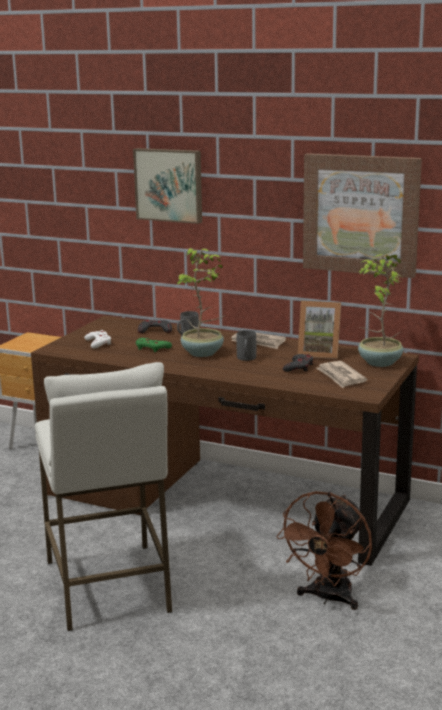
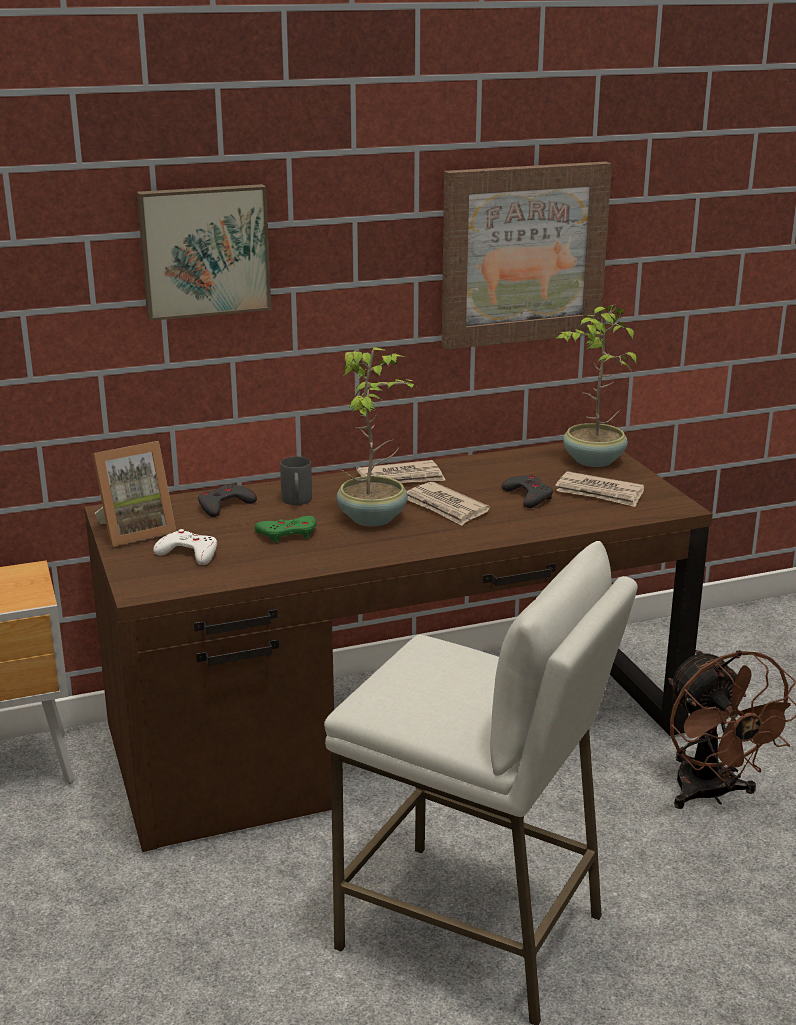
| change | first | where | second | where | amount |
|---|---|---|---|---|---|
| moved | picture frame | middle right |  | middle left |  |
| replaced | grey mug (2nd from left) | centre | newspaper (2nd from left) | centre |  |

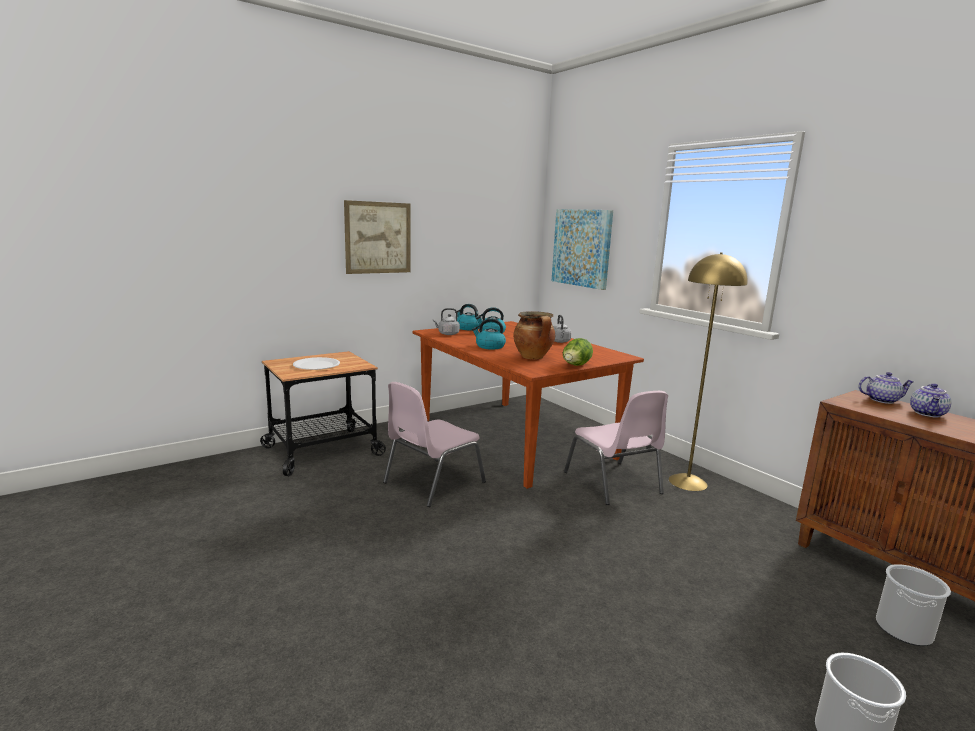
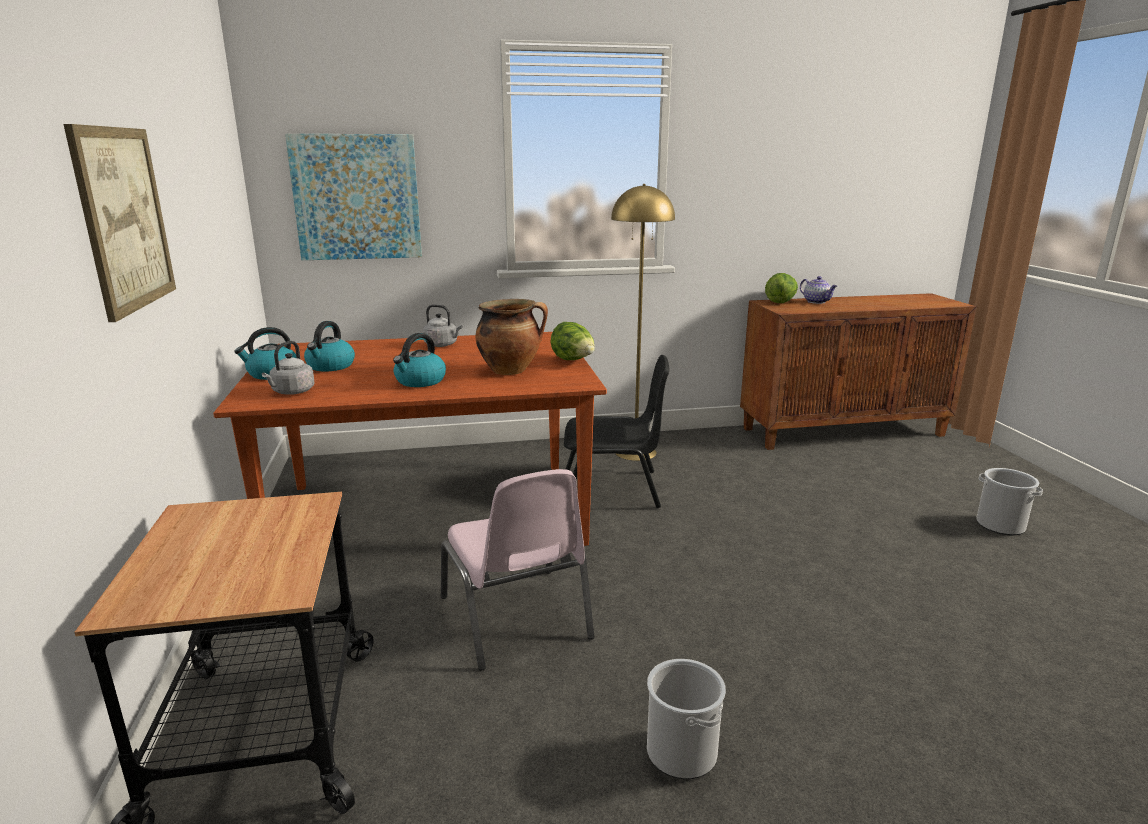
| change | first | where | second | where | amount |
|---|---|---|---|---|---|
| removed | white plate | middle left |  |  |  |
| replaced | teapot (1st from left) | middle right | lettuce (2nd from left) | middle right |  |
| recoloured | pink chair (2nd from left) | centre | black chair | centre |  |
| moved | bucket (2nd from left in the first image) | bottom right | bucket (1st from left) | bottom centre |  |

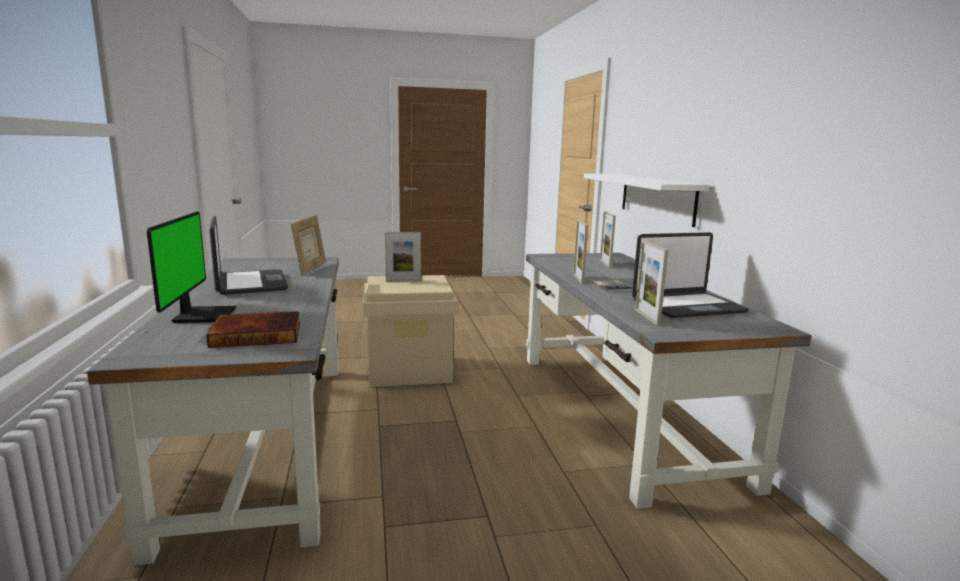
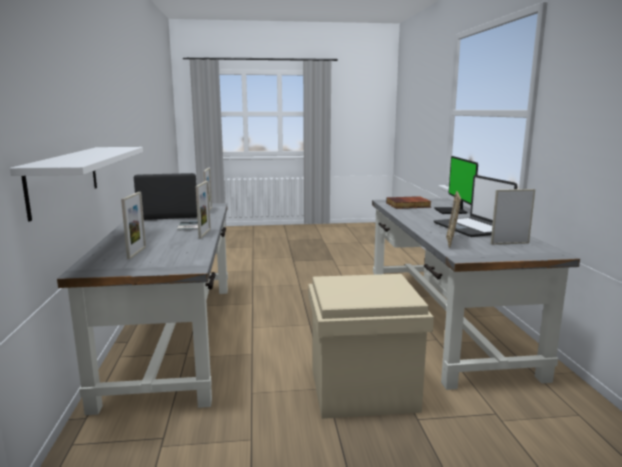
| change | first | where | second | where | amount |
|---|---|---|---|---|---|
| moved | picture frame (2nd from left in the first image) | centre | picture frame (5th from left) | middle right |  |

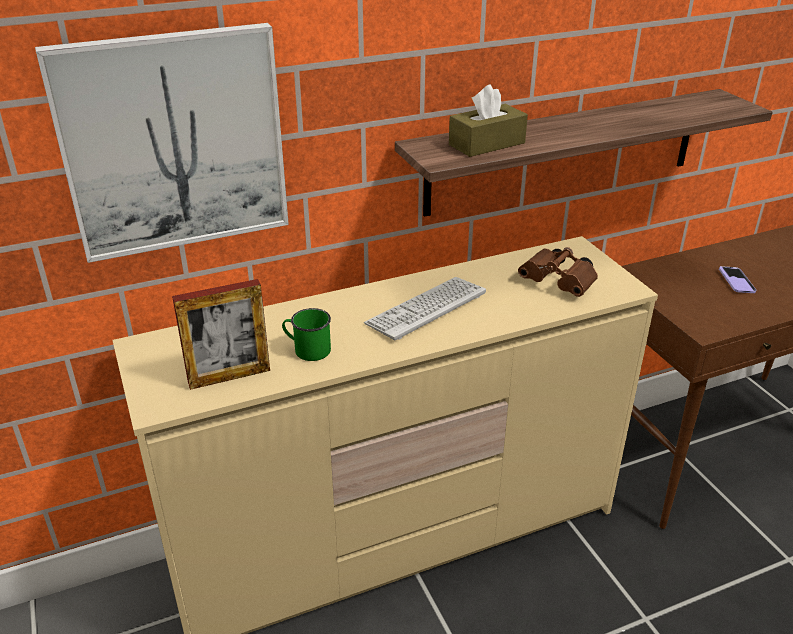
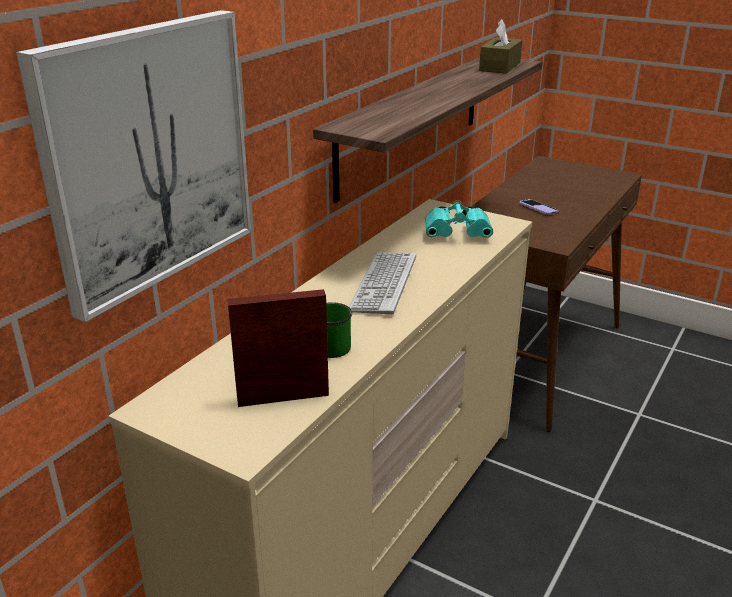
| change | first | where | second | where | amount |
|---|---|---|---|---|---|
| moved | brown tissue box | top centre |  | top right |  |
| recoloured | brown binoculars | middle right | turquoise binoculars | centre |  |
| turned | picture frame | middle left |  | centre | 135 degrees counterclockwise |

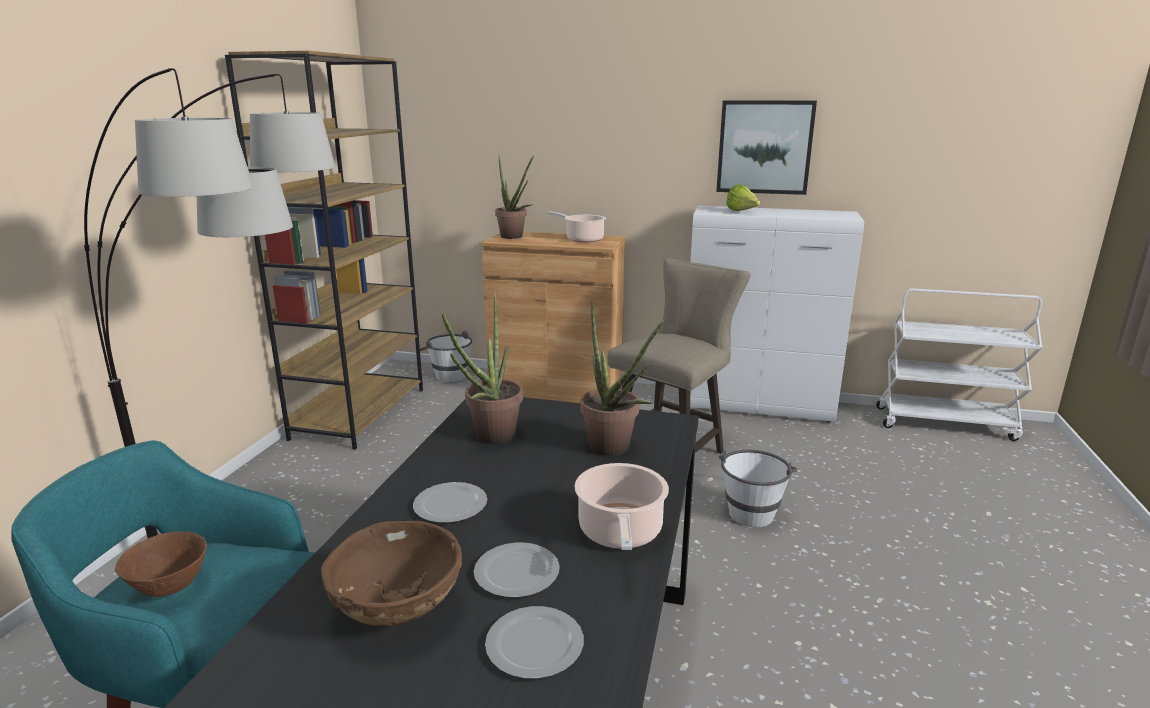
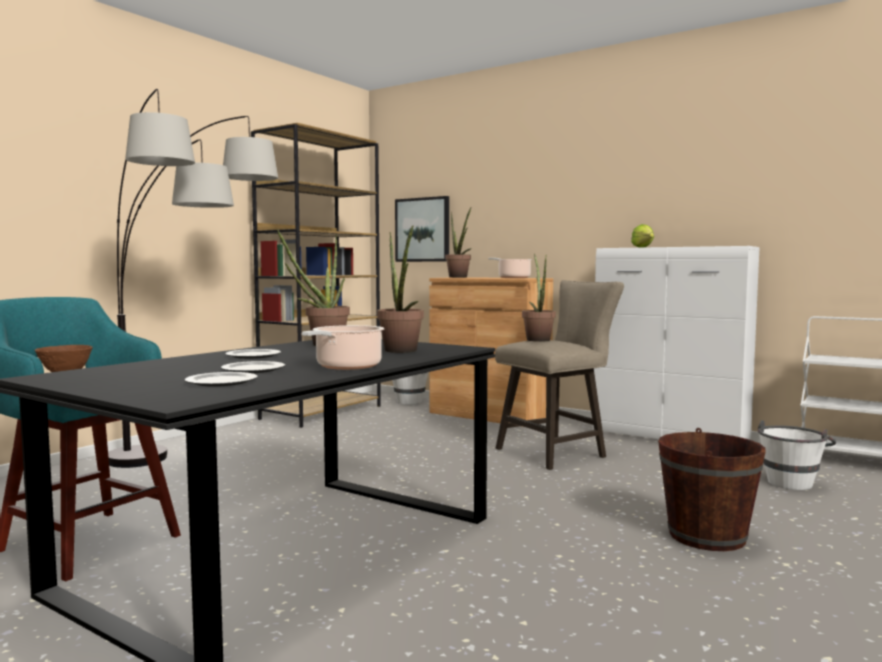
| change | first | where | second | where | amount |
|---|---|---|---|---|---|
| moved | picture | top centre |  | centre |  |
| moved | white bucket (2nd from left) | bottom centre |  | bottom right |  |
| removed | brown bowl (2nd from left) | bottom centre |  |  |  |
| added |  |  | potted plant (4th from left) | centre |  |
| added |  |  | brown bucket | bottom right |  |

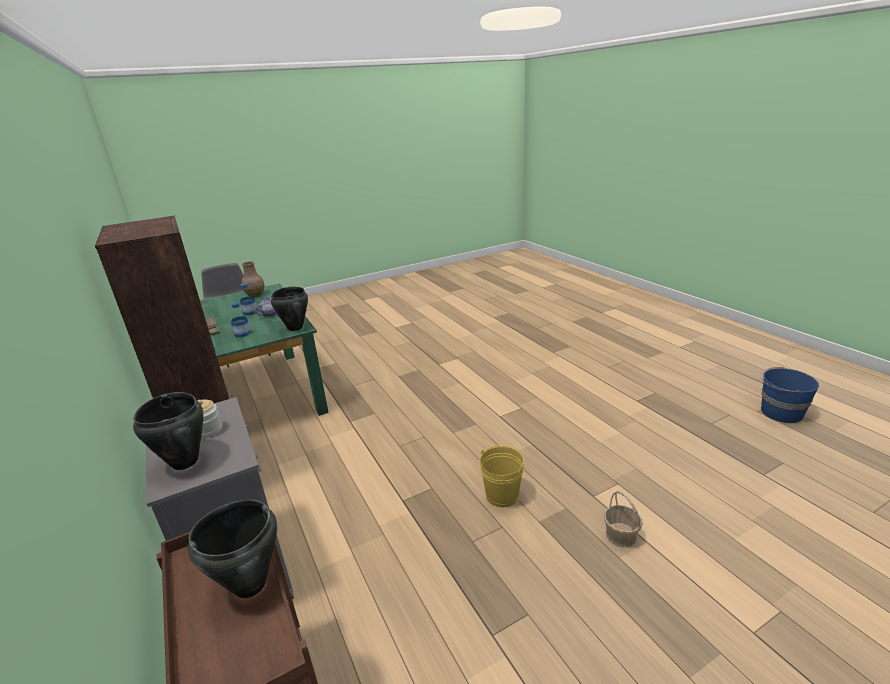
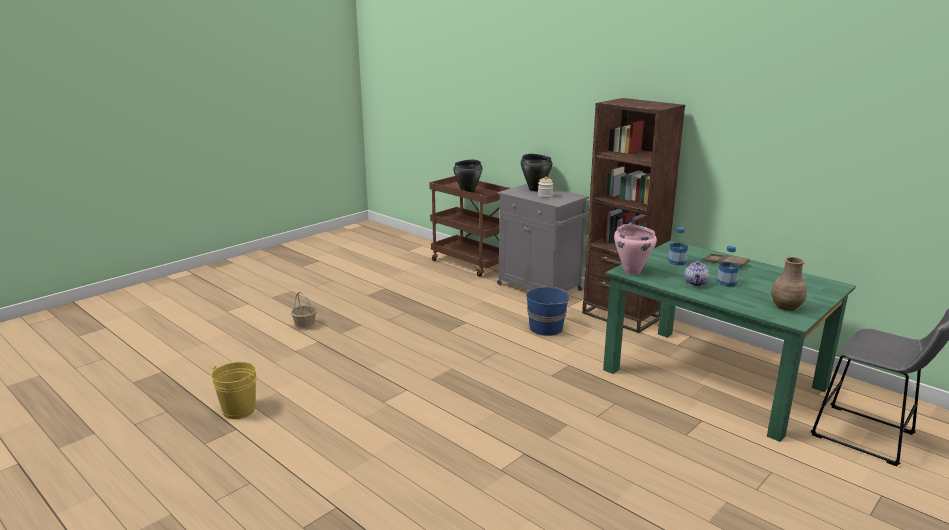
| change | first | where | second | where | amount |
|---|---|---|---|---|---|
| recoloured | black cooking pot (3rd from left) | middle left | pink cooking pot | middle right |  |
| moved | blue bucket | middle right |  | centre |  |
| moved | yellow bucket | bottom centre |  | bottom left |  |

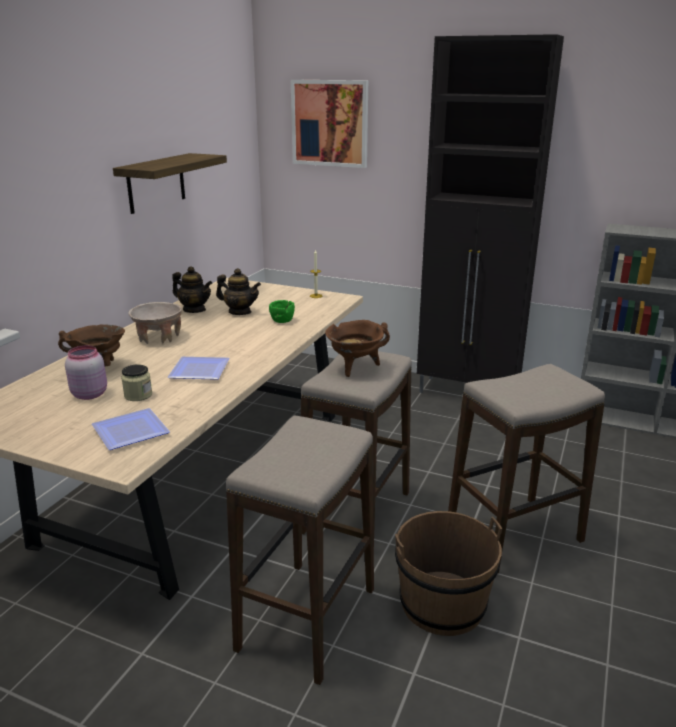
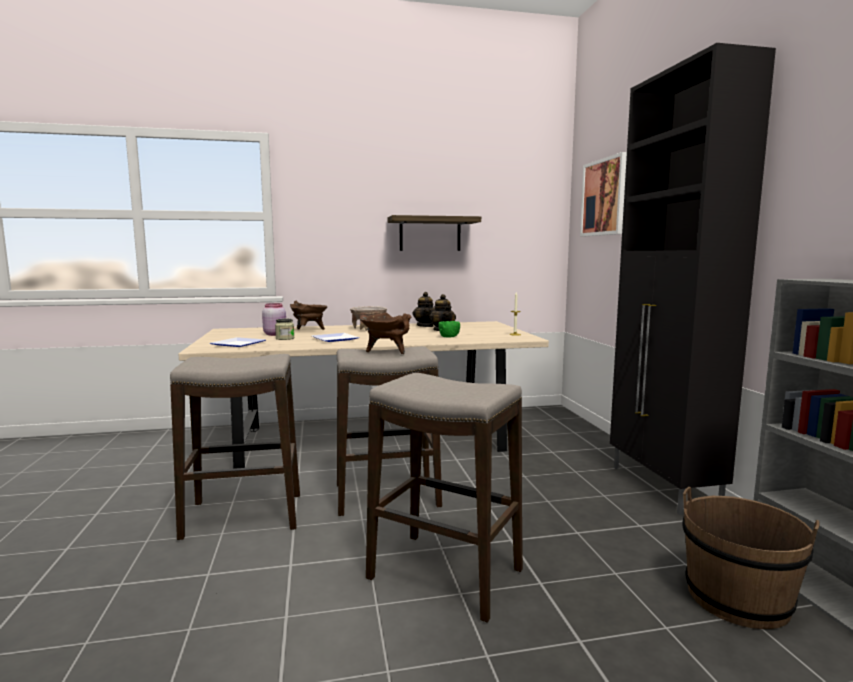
| change | first | where | second | where | amount |
|---|---|---|---|---|---|
| moved | brown bucket | bottom centre |  | bottom right |  |

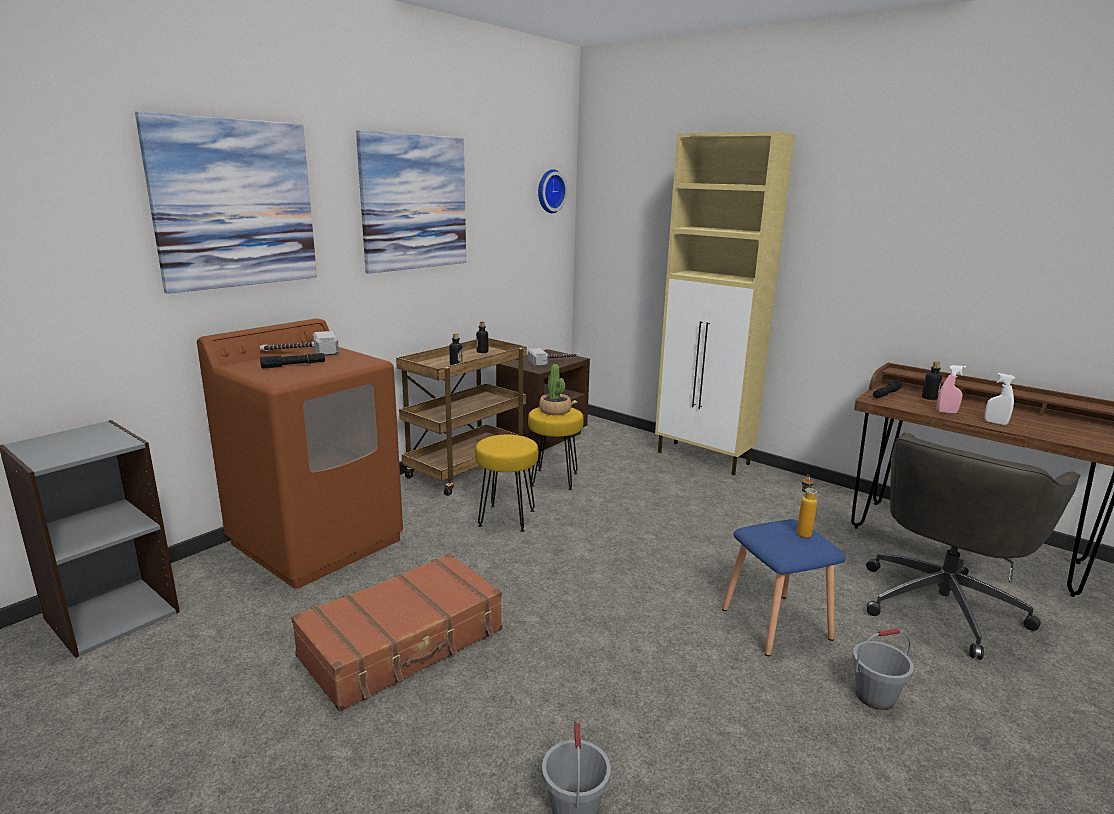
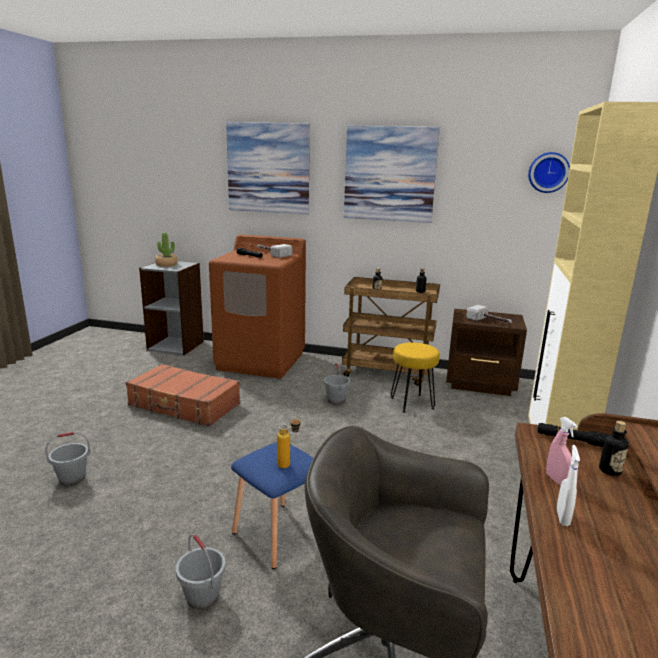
| change | first | where | second | where | amount |
|---|---|---|---|---|---|
| moved | potted plant | centre |  | middle left |  |
| replaced | yellow stool (1st from left) | centre | grey bucket (3rd from left) | centre |  |

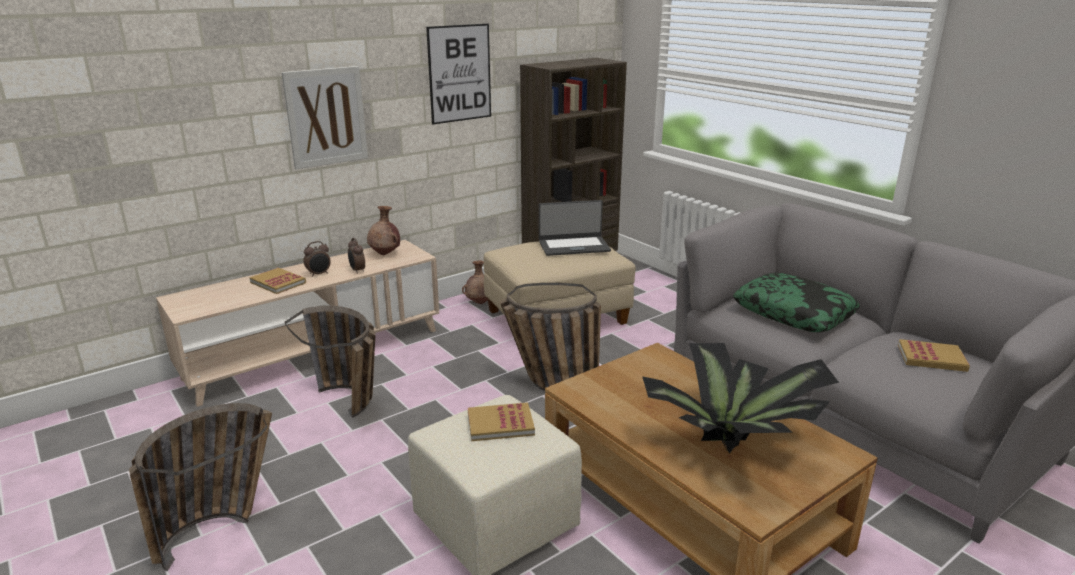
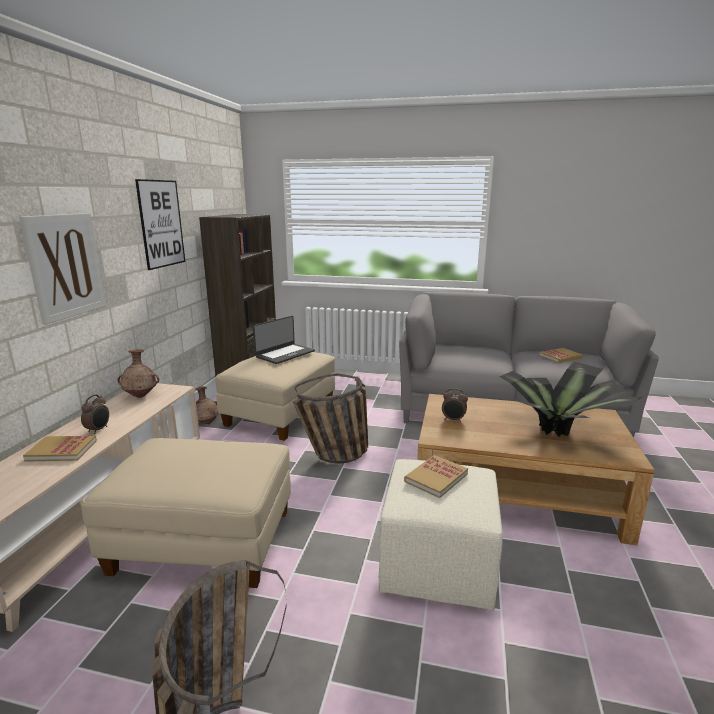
| change | first | where | second | where | amount |
|---|---|---|---|---|---|
| moved | alarm clock (2nd from left) | middle left |  | centre |  |
| removed | pillow | middle right |  |  |  |
| replaced | basket (2nd from left) | middle left | beige ottoman (1st from left) | bottom left |  |

